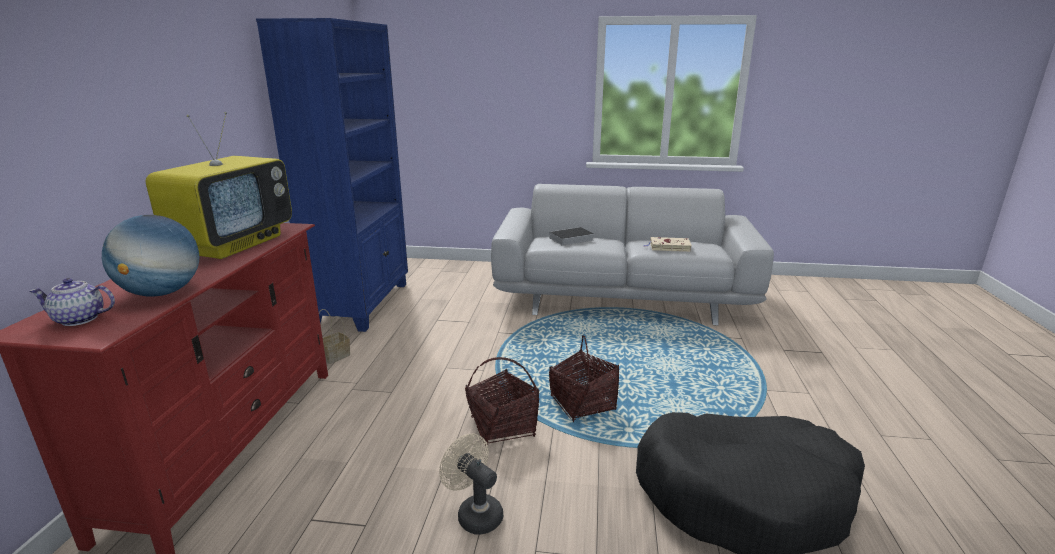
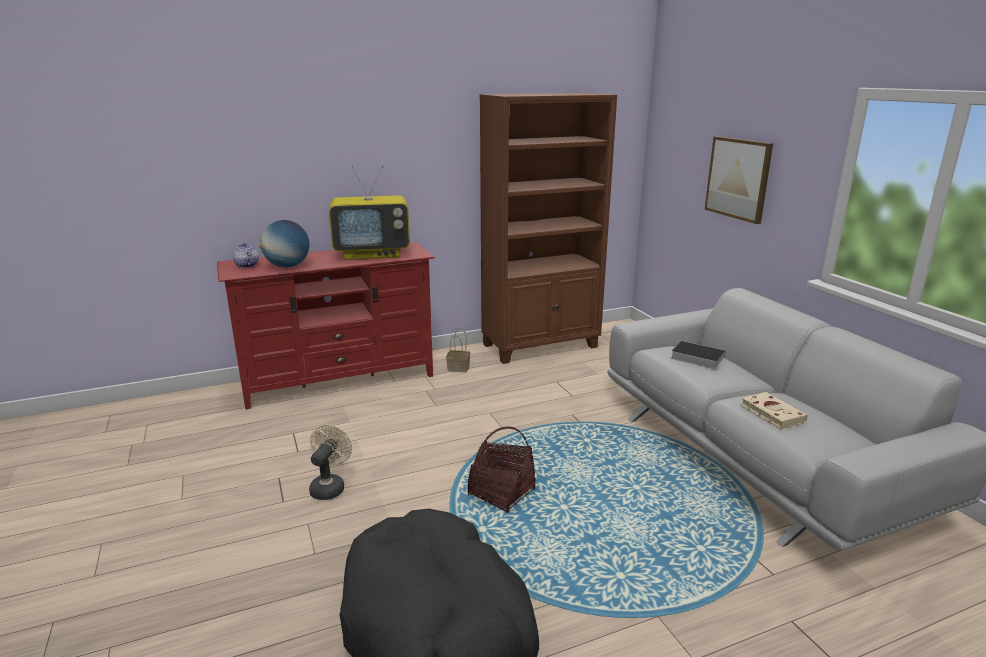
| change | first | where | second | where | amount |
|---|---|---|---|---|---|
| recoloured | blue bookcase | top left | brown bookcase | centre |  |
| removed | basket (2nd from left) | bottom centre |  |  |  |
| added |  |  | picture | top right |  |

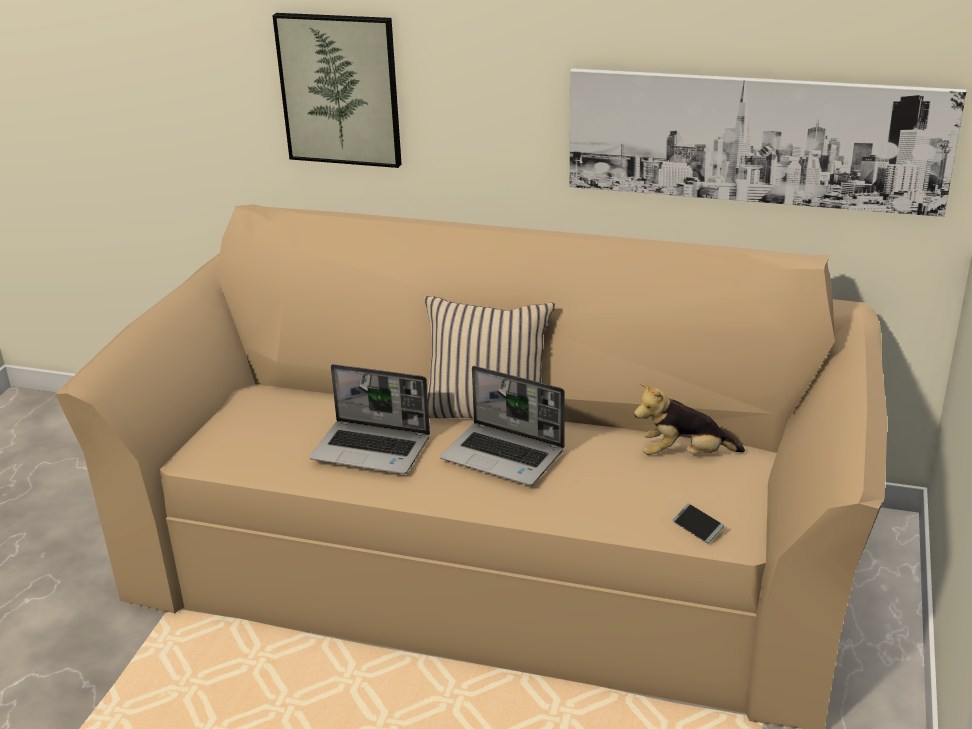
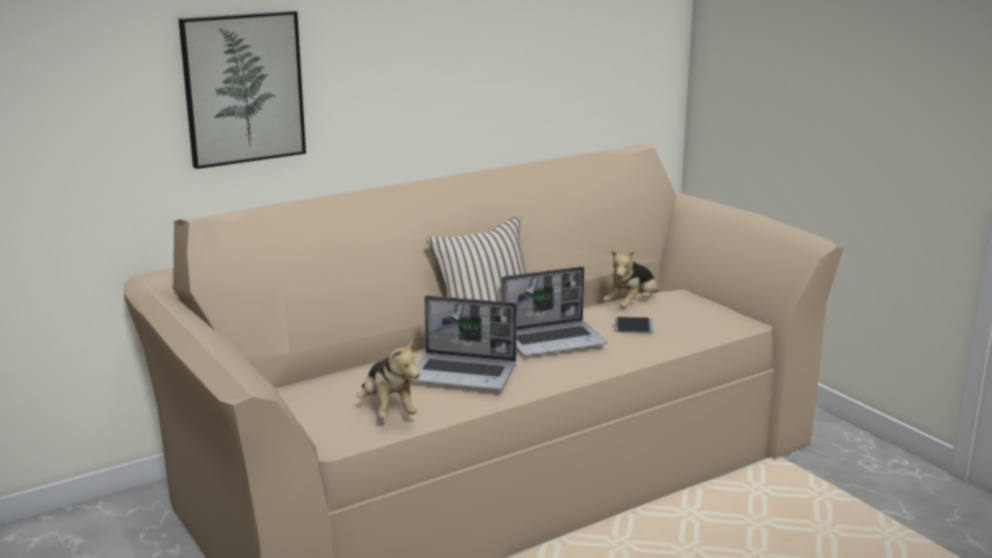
| change | first | where | second | where | amount |
|---|---|---|---|---|---|
| removed | picture (2nd from left) | top right |  |  |  |
| turned | laptop (1st from left) | centre |  | centre | 45 degrees clockwise |
| moved | phone | bottom right |  | centre |  |
| added |  |  | plush toy (1st from left) | bottom centre |  |

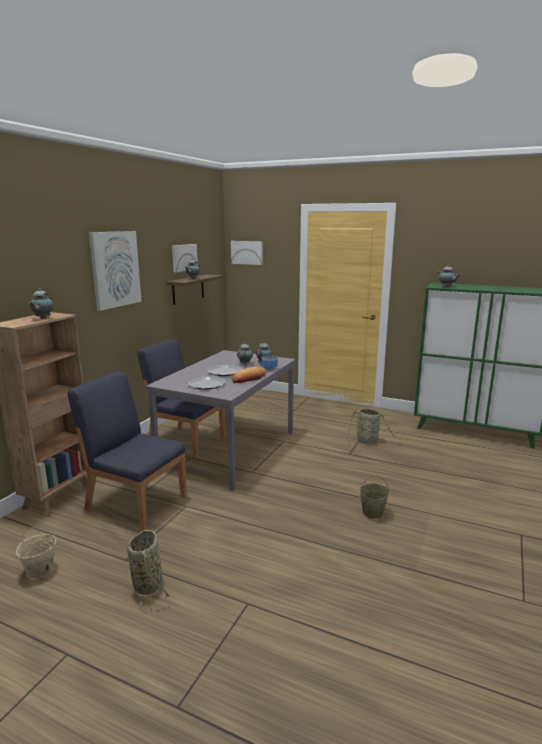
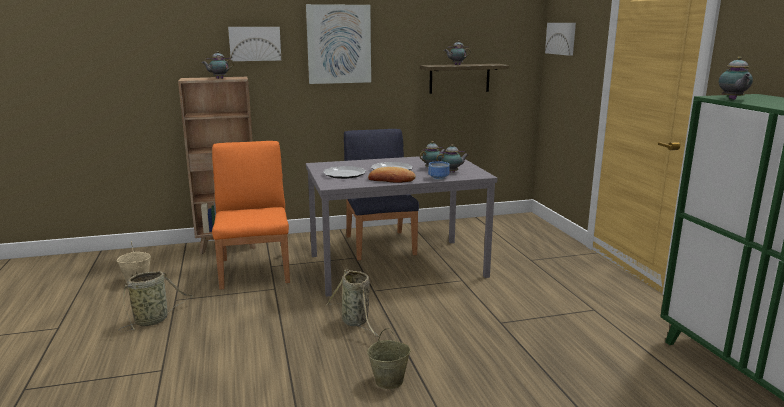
| change | first | where | second | where | amount |
|---|---|---|---|---|---|
| moved | picture (2nd from left in the first image) | centre | picture (1st from left) | top left |  |
| recoloured | blue chair (1st from left) | middle left | orange chair | middle left |  |
| moved | basket (2nd from left) | middle right |  | bottom centre |  |

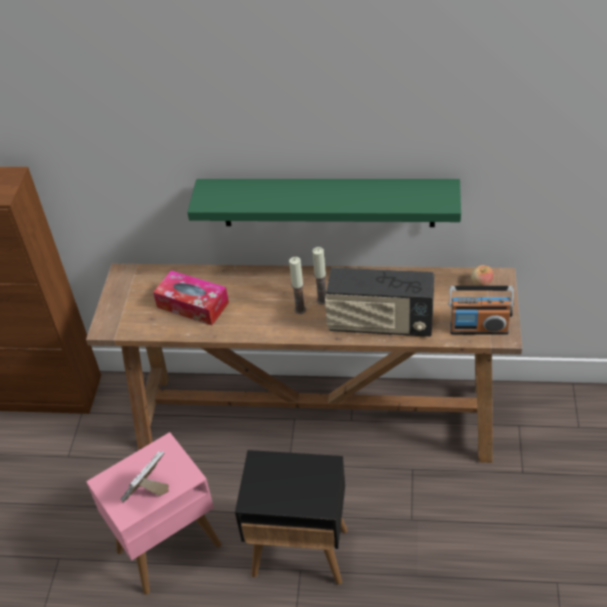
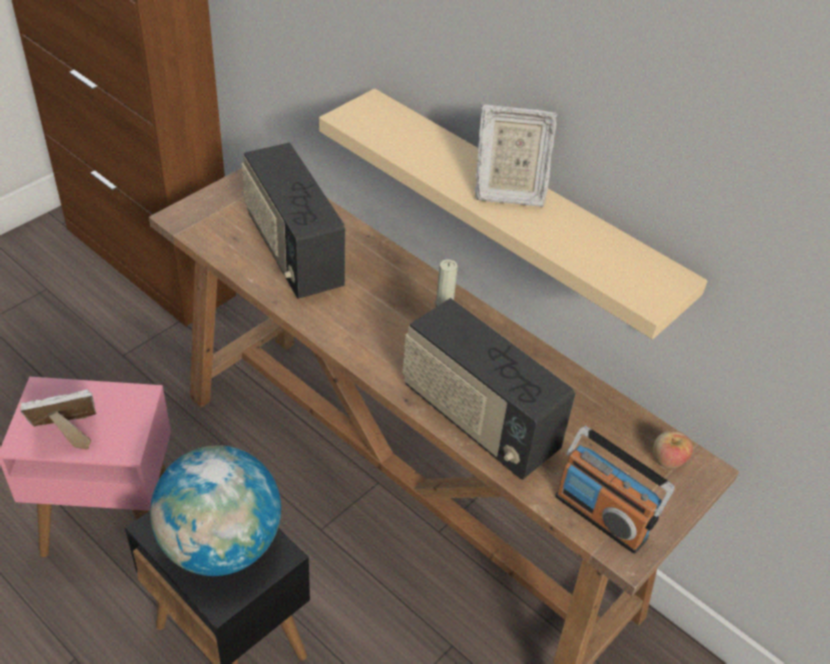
| change | first | where | second | where | amount |
|---|---|---|---|---|---|
| recoloured | green shelf | centre | beige shelf | top centre |  |
| removed | candle (1st from left) | centre |  |  |  |
| replaced | tissue box | middle left | radio (1st from left) | top centre |  |
| added |  |  | picture frame (2nd from left) | top centre |  |
| added |  |  | globe | bottom left |  |

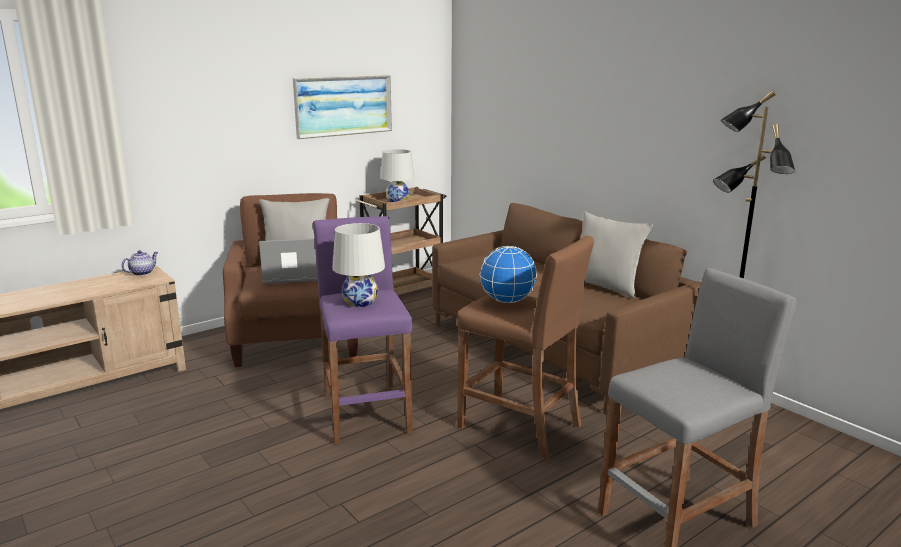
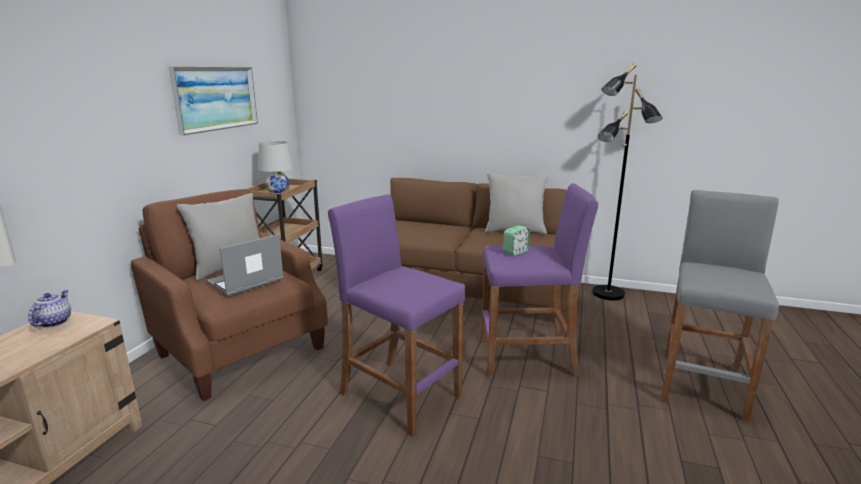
| change | first | where | second | where | amount |
|---|---|---|---|---|---|
| removed | white table lamp (1st from left) | centre |  |  |  |
| recoloured | brown stool | centre | purple stool (2nd from left) | centre |  |
| replaced | globe | centre | alarm clock | centre |  |

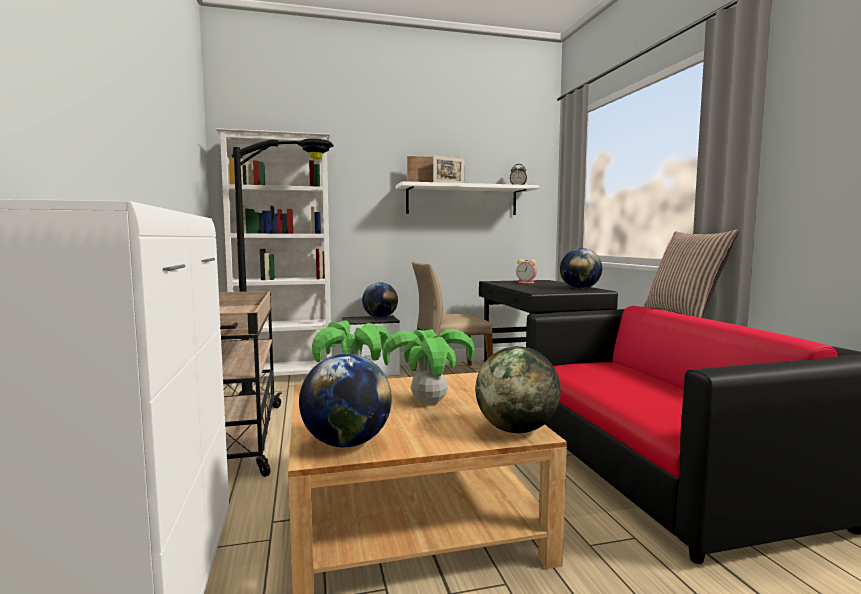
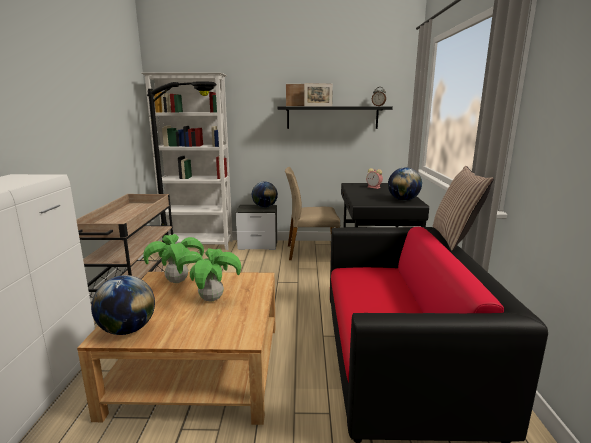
| change | first | where | second | where | amount |
|---|---|---|---|---|---|
| recoloured | white shelf | centre | black shelf | top centre |  |
| removed | globe (3rd from left) | centre |  |  |  |

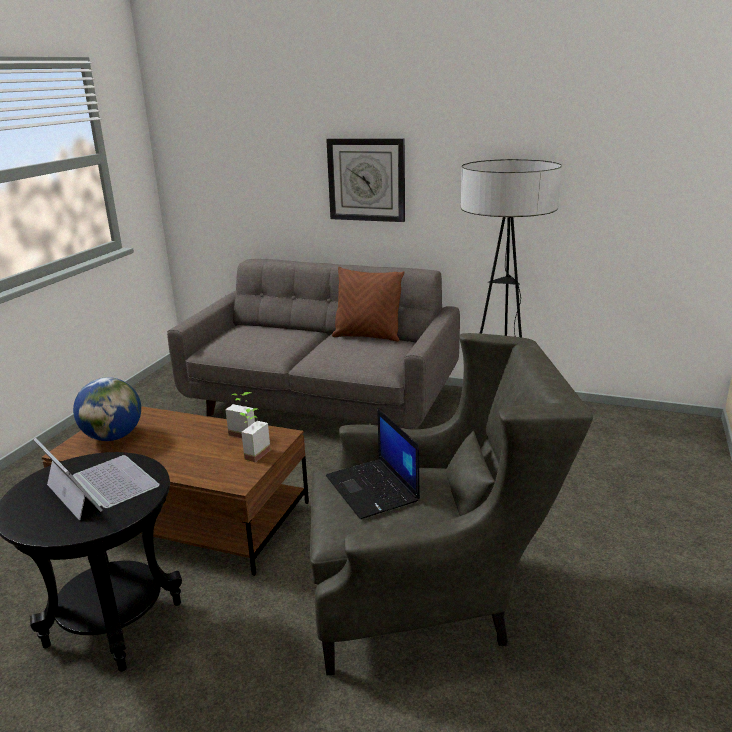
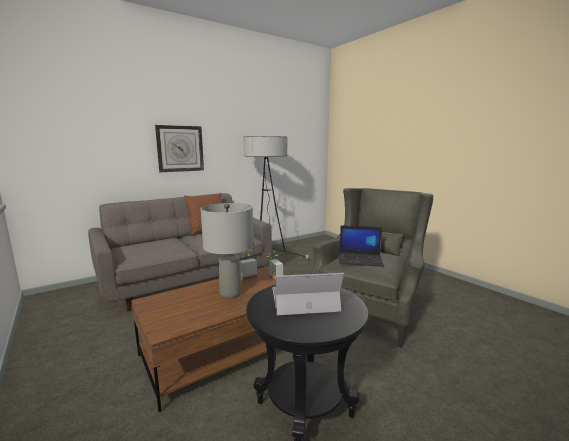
| change | first | where | second | where | amount |
|---|---|---|---|---|---|
| removed | globe | middle left |  |  |  |
| added |  |  | grey table lamp | centre |  |

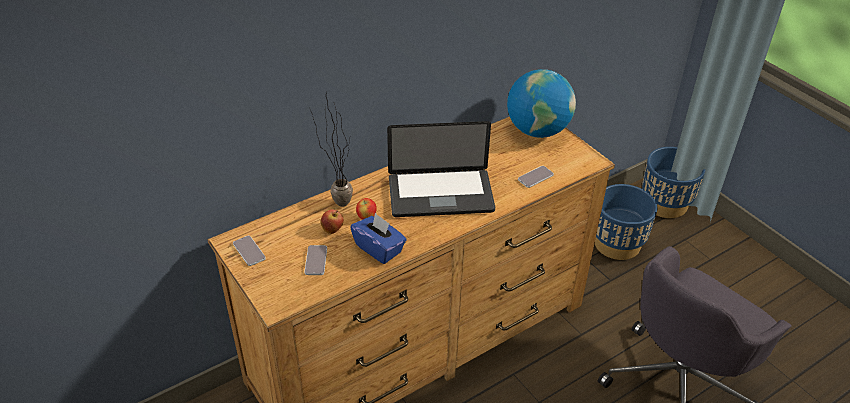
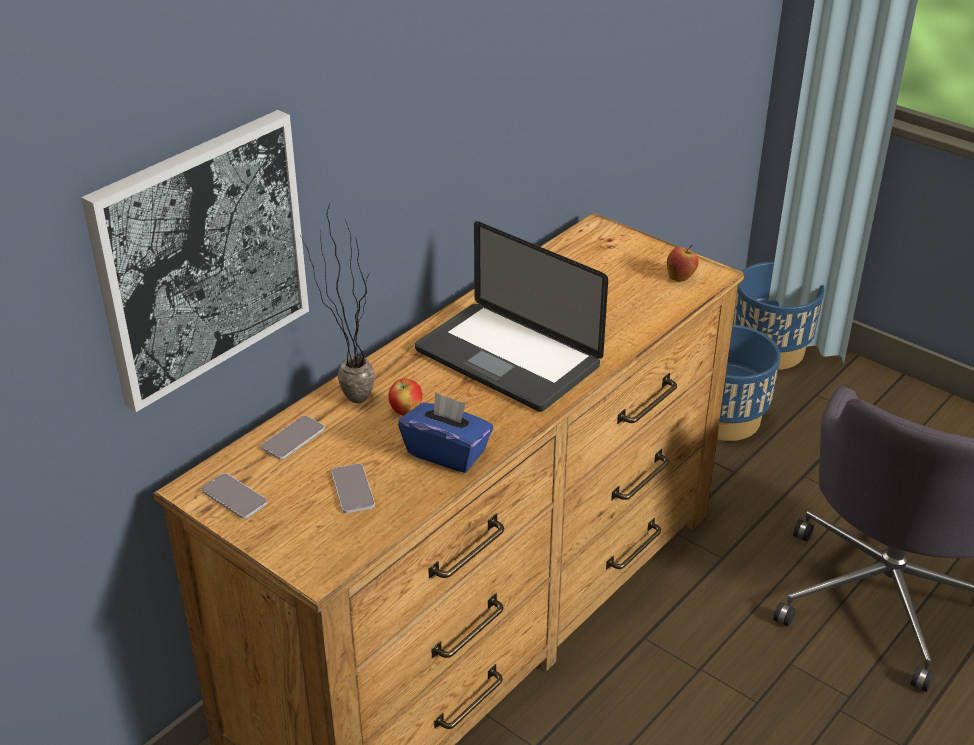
| change | first | where | second | where | amount |
|---|---|---|---|---|---|
| removed | globe | top centre |  |  |  |
| turned | laptop | centre |  | centre | 60 degrees clockwise |
| moved | phone (3rd from left in the first image) | centre | phone (2nd from left) | middle left |  |
| moved | apple (1st from left in the first image) | centre | apple (2nd from left) | middle right |  |
| added |  |  | picture | middle left |  |

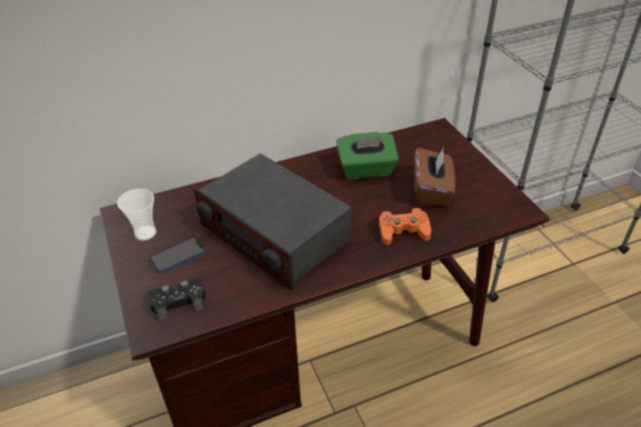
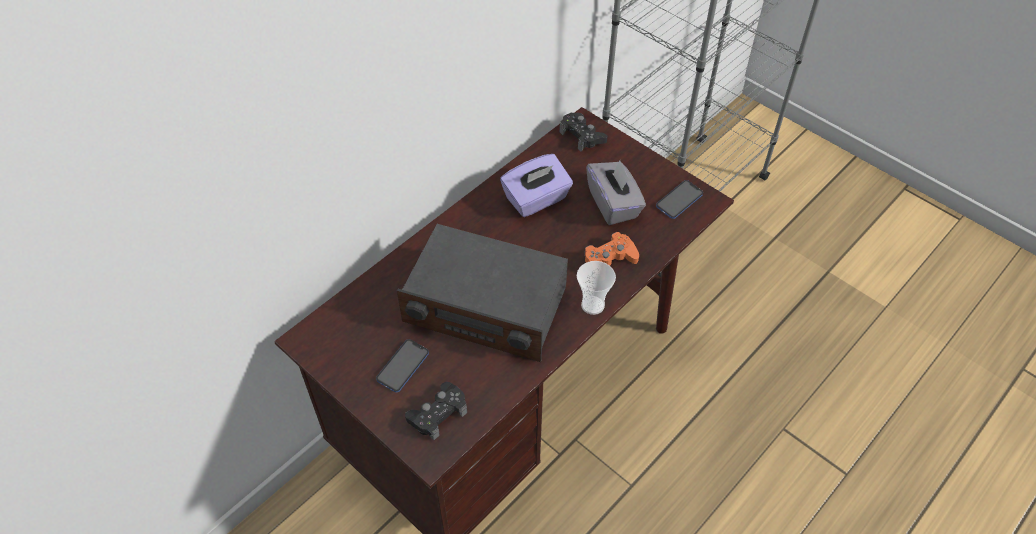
| change | first | where | second | where | amount |
|---|---|---|---|---|---|
| recoloured | green tissue box | centre | purple tissue box | centre |  |
| recoloured | brown tissue box | middle right | grey tissue box | centre |  |
| moved | cup | middle left |  | centre |  |
| added |  |  | black game controller (2nd from left) | top centre |  |
| added |  |  | phone (2nd from left) | centre |  |

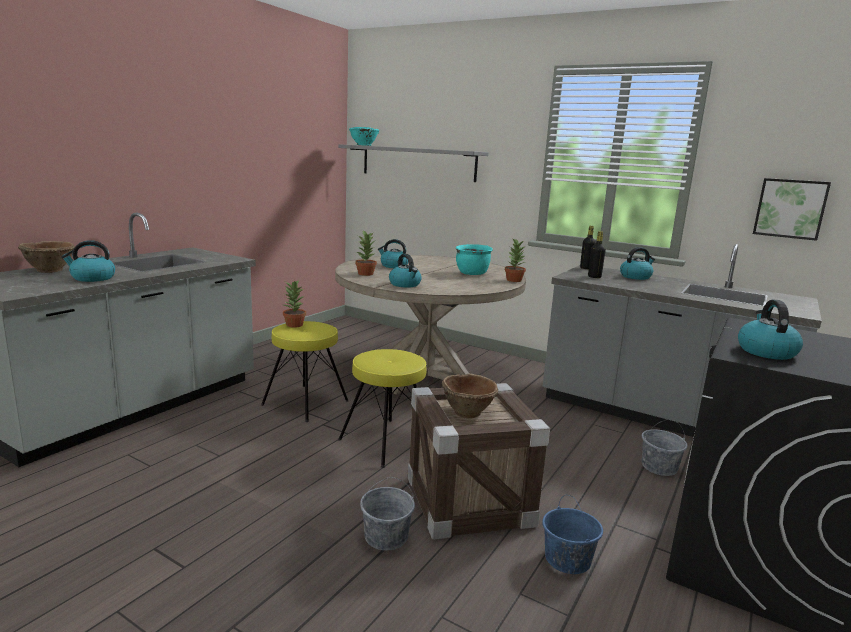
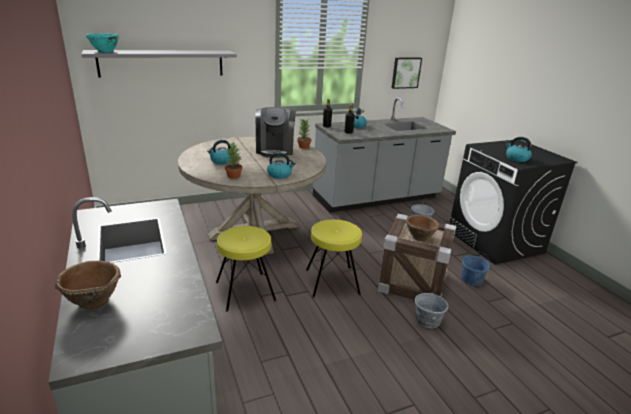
| change | first | where | second | where | amount |
|---|---|---|---|---|---|
| removed | kettle (1st from left) | middle left |  |  |  |
| replaced | turquoise cooking pot | centre | coffee machine | top centre |  |
| removed | potted plant (1st from left) | centre |  |  |  |

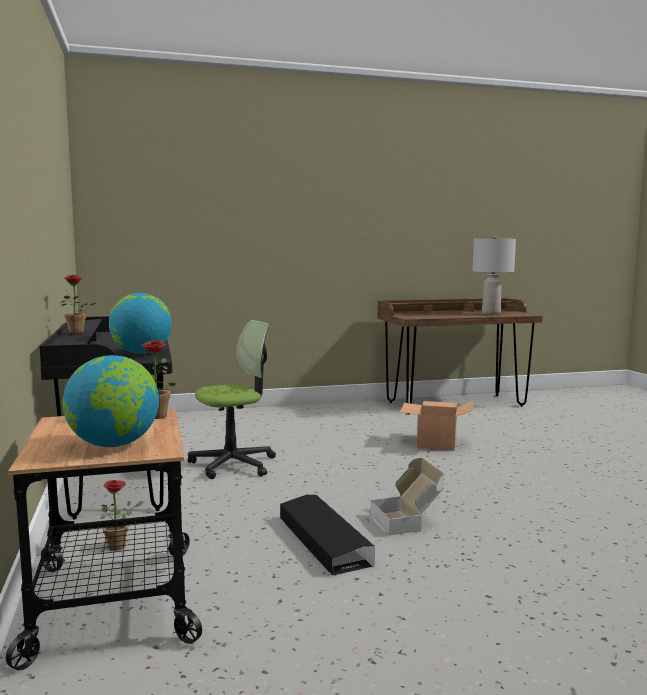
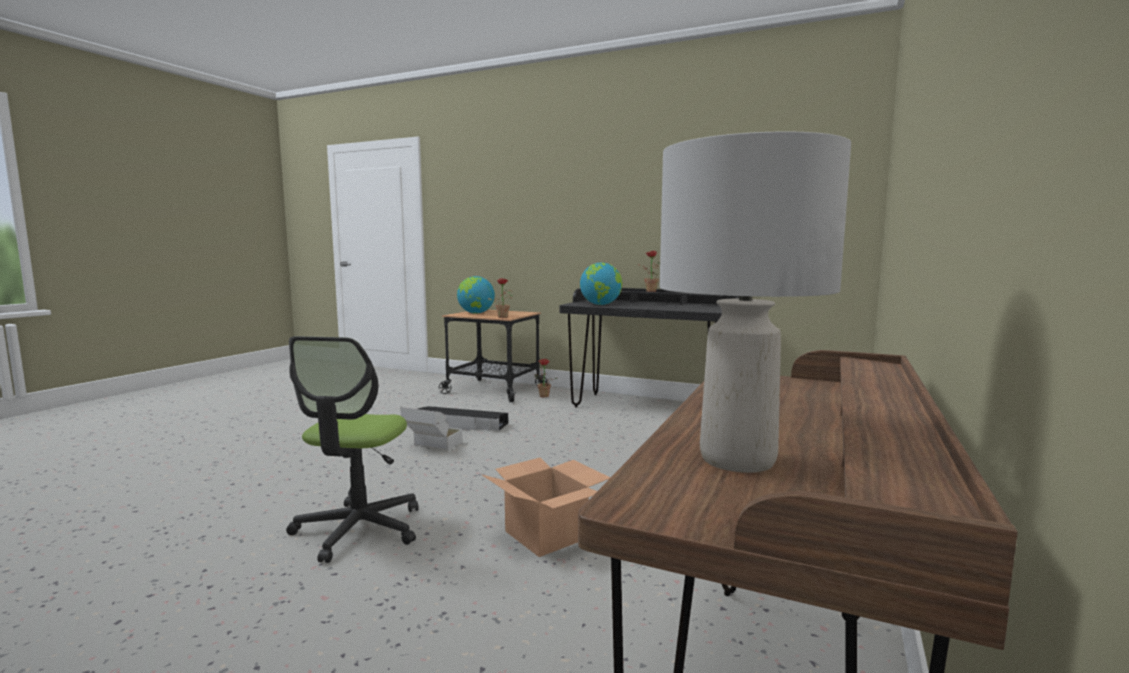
| change | first | where | second | where | amount |
|---|---|---|---|---|---|
| moved | office chair | centre |  | bottom left |  |

